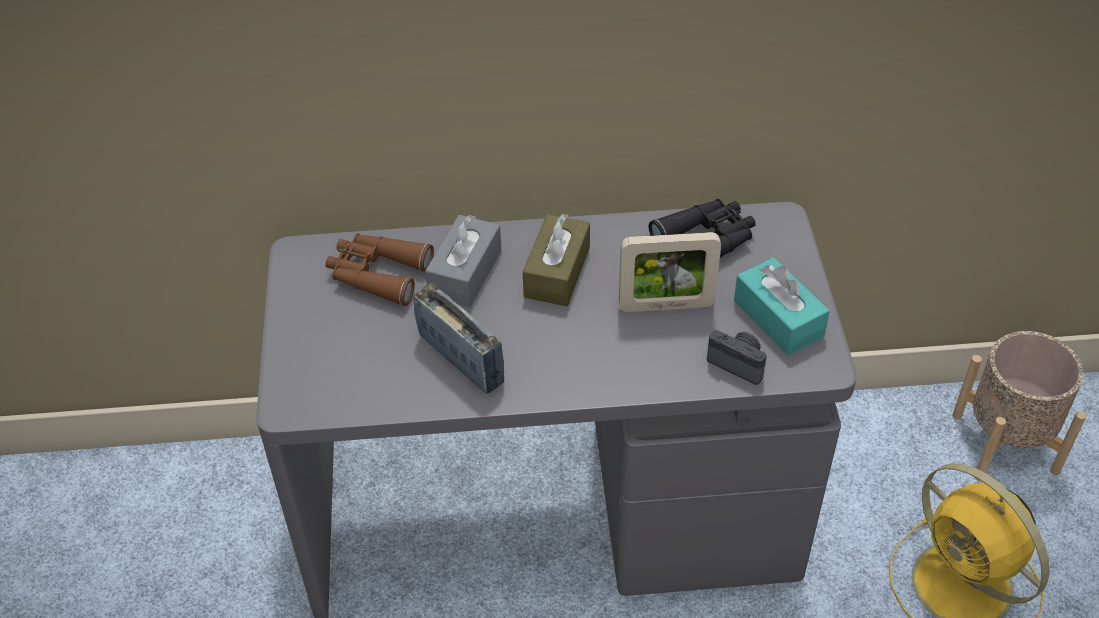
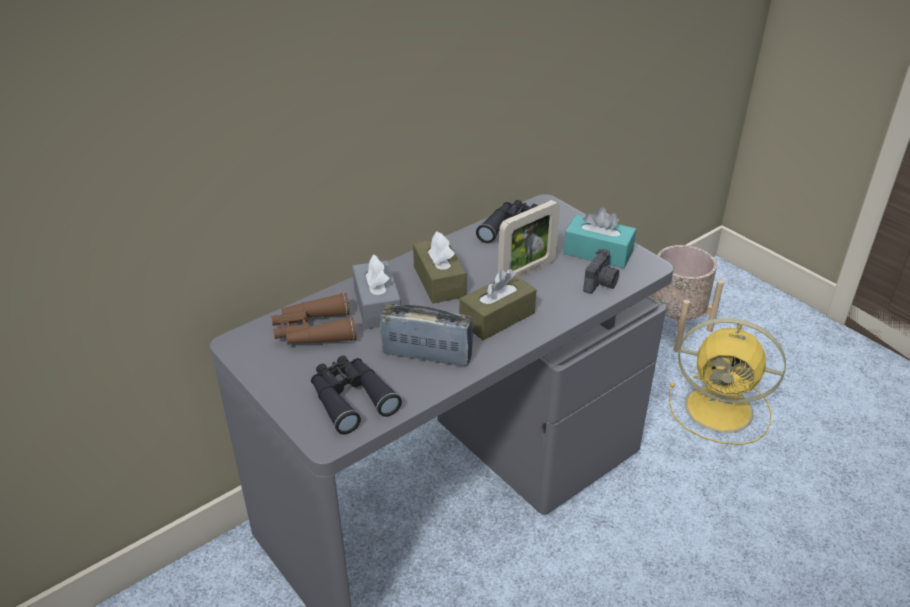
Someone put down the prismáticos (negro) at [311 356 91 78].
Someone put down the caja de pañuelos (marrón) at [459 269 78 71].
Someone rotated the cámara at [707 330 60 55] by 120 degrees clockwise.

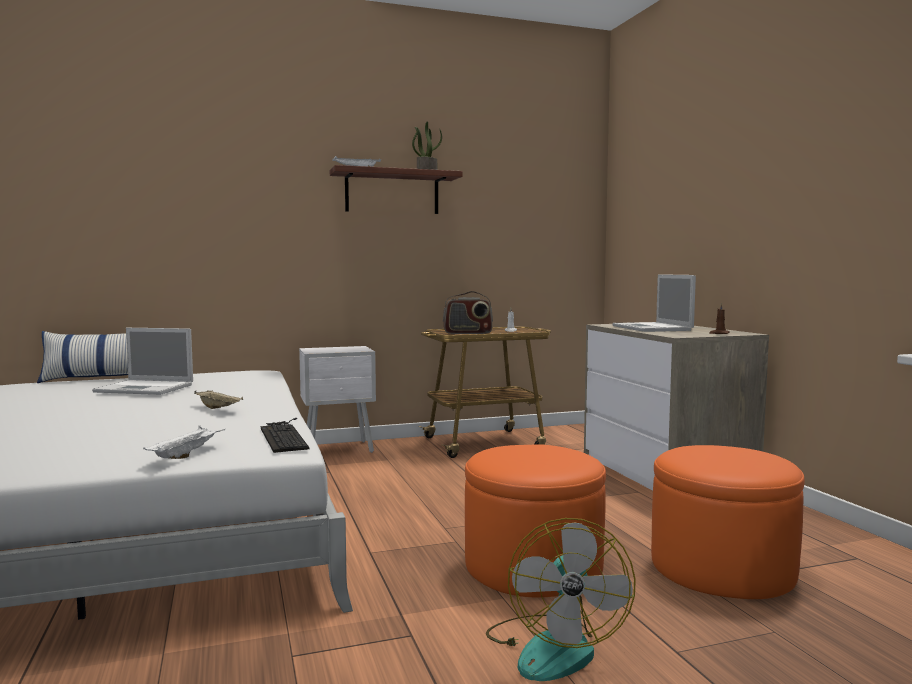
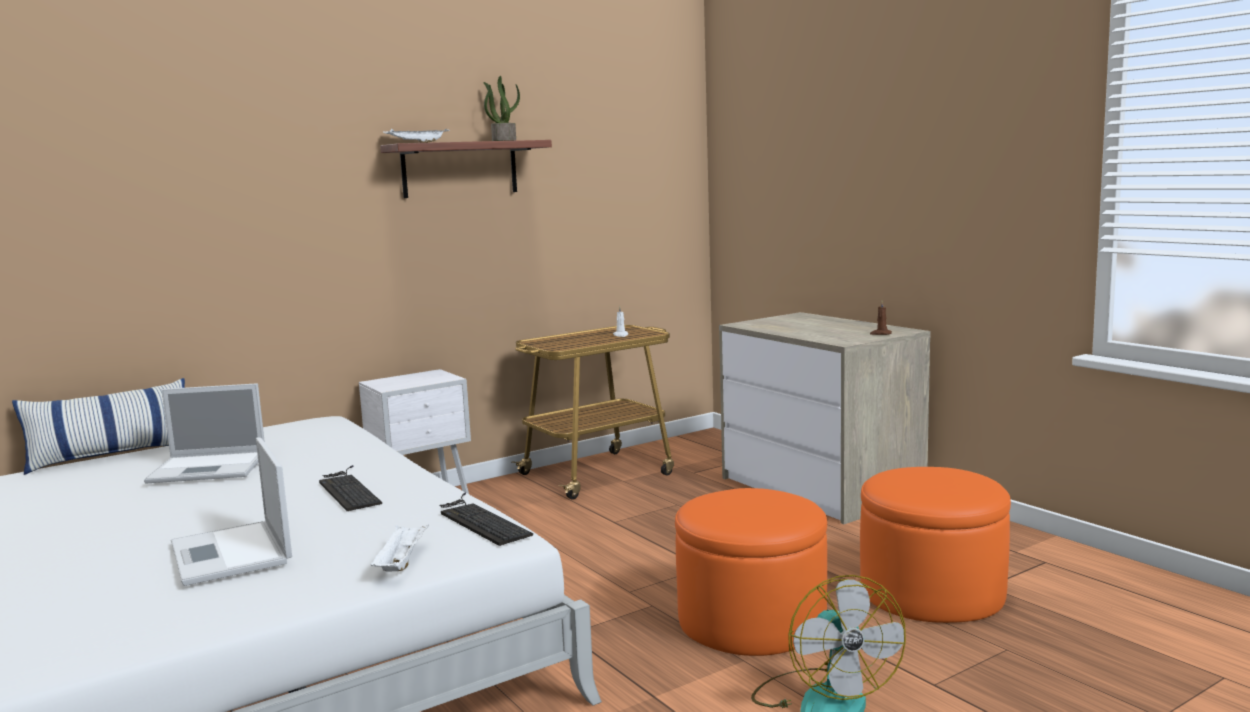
Someone carried the portátil from [612 274 84 58] to [171 437 121 149].
Someone swapped the bandeja (beis) at [194 390 49 19] for the teclado at [319 465 63 46].
Someone took away the radio at [443 291 50 43].

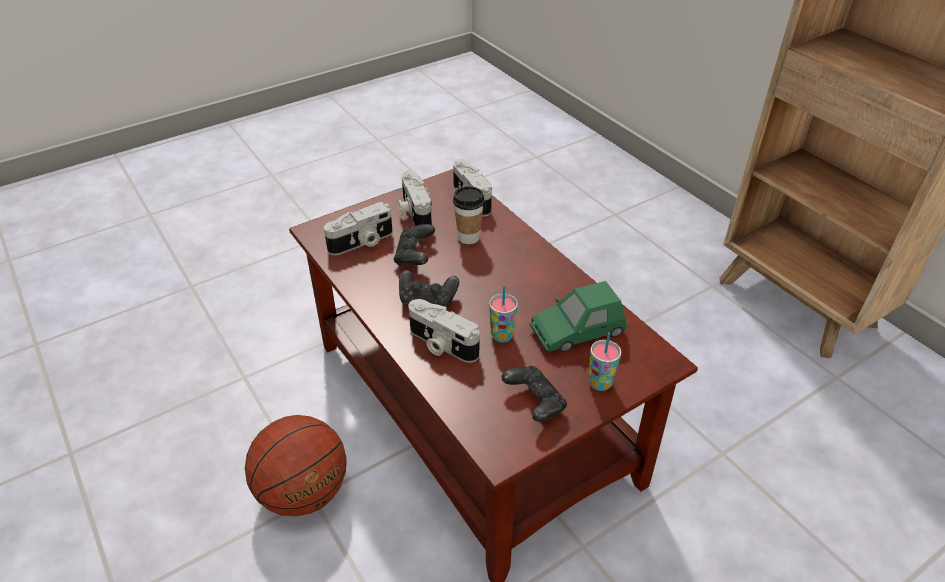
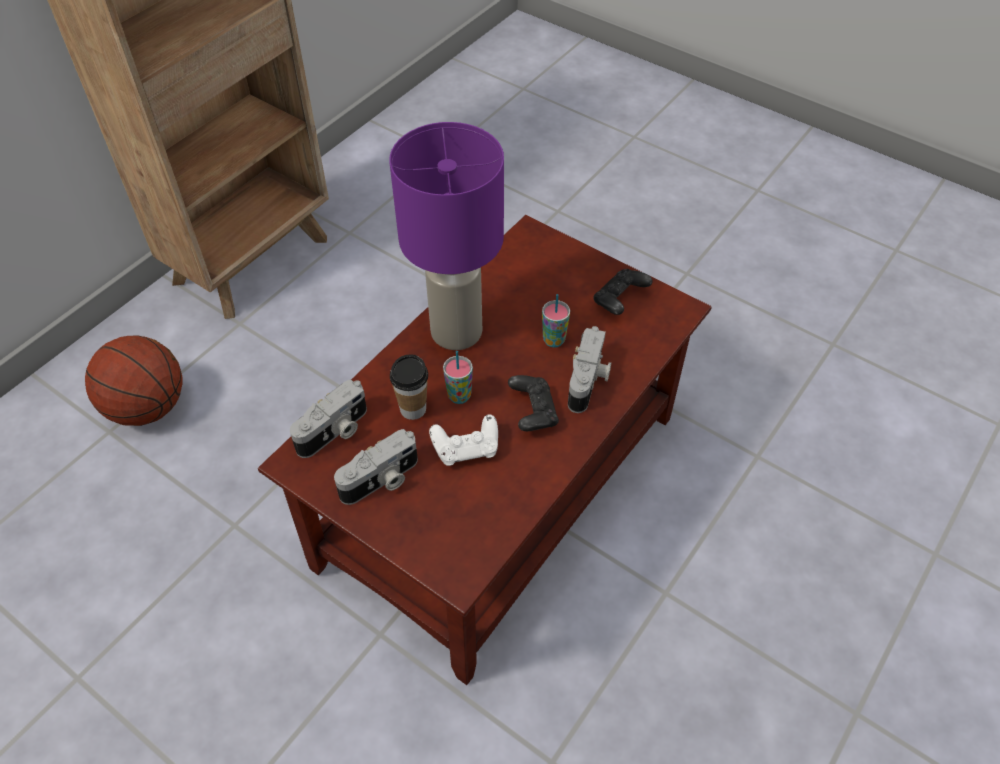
Someone carried the balón de baloncesto from [245 415 102 101] to [85 336 98 90].
Someone put down the lámpara de mesa (morado) at [389 122 115 228].
Someone repainted the mando de consola (negro) at [394 224 41 42], which became the mando de consola (blanco) at [429 414 69 52].
Someone carried the taza from [588 332 34 59] to [443 351 30 53].
Someone took away the cámara at [324 202 69 53].
Someone took away the coche de juguete (verde) at [530 281 97 71].

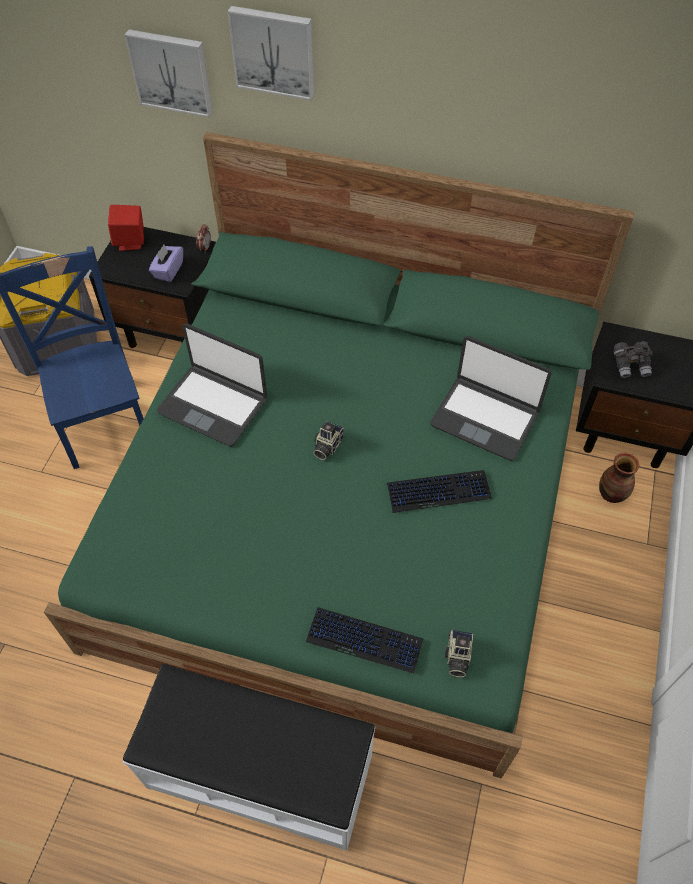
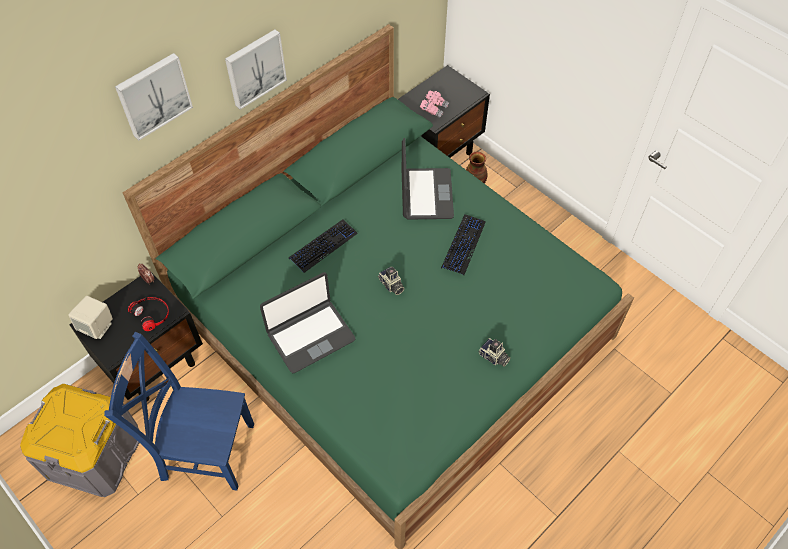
Someone repainted the altavoz (rojo) at [108 205 36 46], which became the altavoz (beis) at [68 296 45 43].
Someone swapped the caja de pañuelos (morado) at [149 245 34 37] for the auriculares at [128 297 41 34].
Someone carried the cuadro from [125 29 88 89] to [225 30 62 80].
Someone carried the teclado from [306 607 117 66] to [289 219 69 54].
Someone rotated the portátil at [430 336 121 125] by 60 degrees counterclockwise.
Someone repainted the prismáticos (gris) at [613 341 40 37], which became the prismáticos (rosa) at [420 90 29 28].
Someone carried the cámara from [445 630 28 47] to [478 338 33 29].
Someone took away the banco (blanco) at [123 664 252 187].

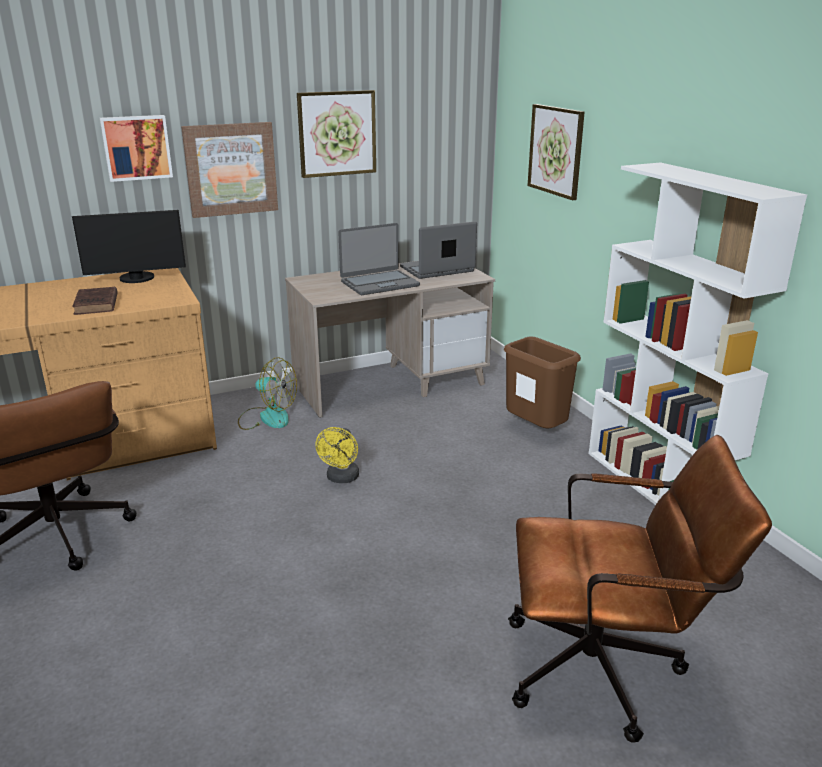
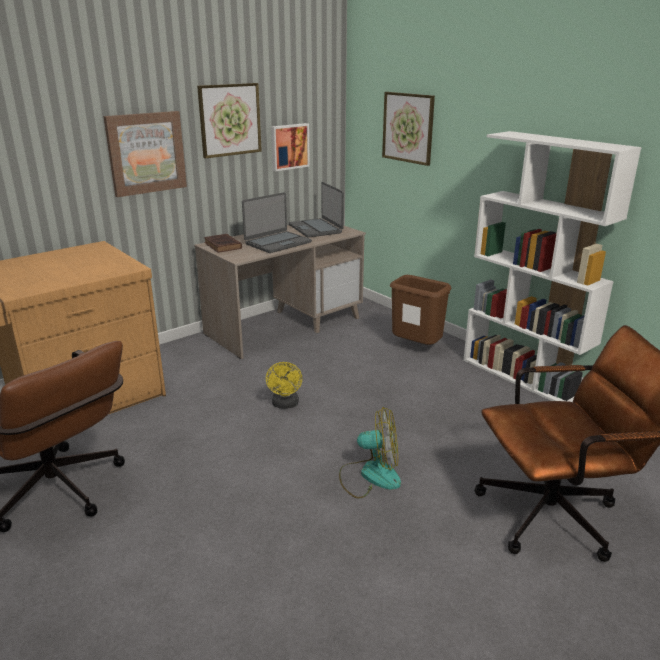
Someone carried the libro (marrón) from [72 287 46 28] to [204 234 38 19].
Someone carried the cuadro from [100 115 73 67] to [271 123 39 48].
Someone rotated the portátil at [400 221 77 58] by 75 degrees counterclockwise.
Someone carried the ventilador from [238 357 59 73] to [339 407 62 92].
Someone took away the monitor at [72 210 114 73].

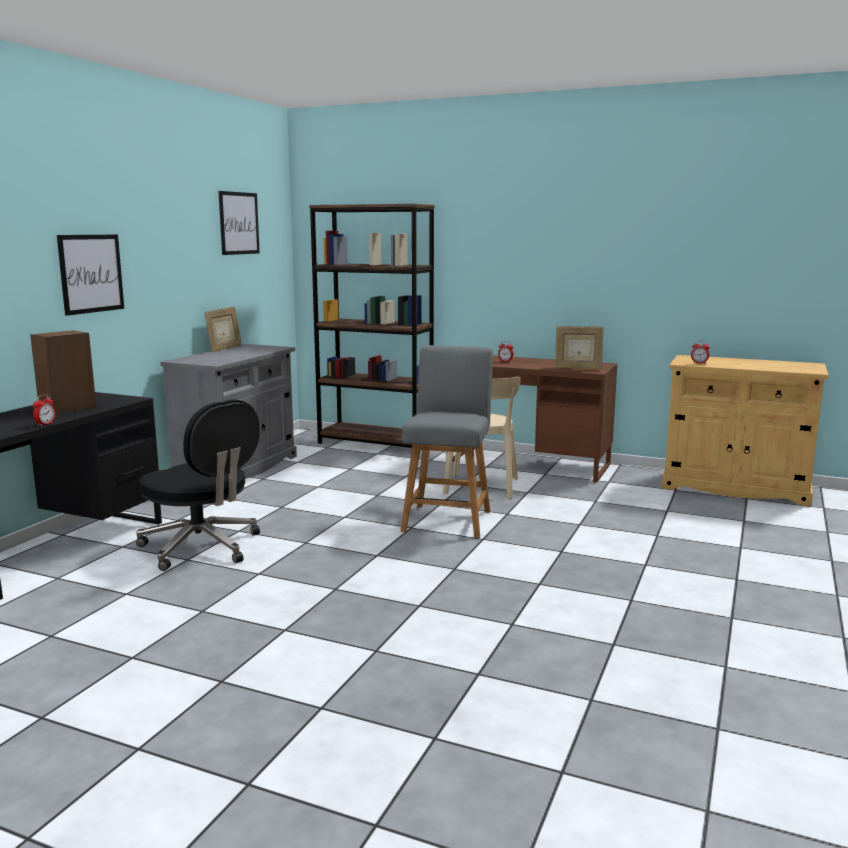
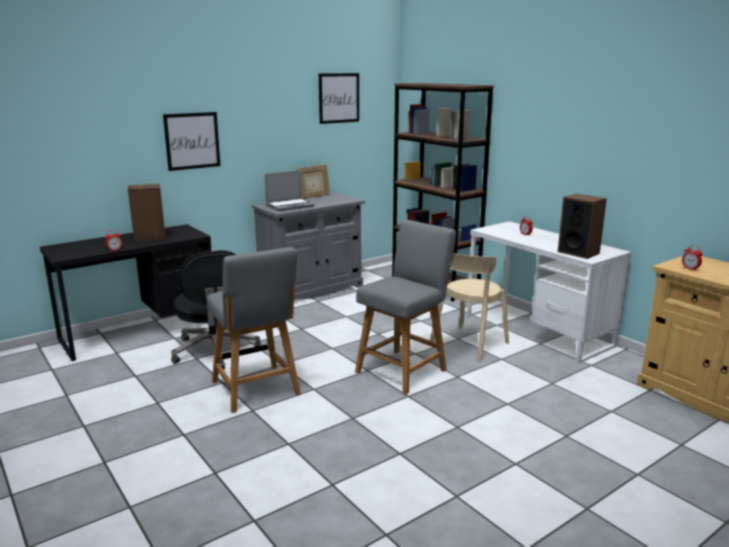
Someone put down the silla (gris) at [207 247 94 166].
Someone put down the portátil at [264 170 51 41].
Someone repainted the escritorio (marrón) at [446 356 171 127], which became the escritorio (blanco) at [467 221 164 142].
Someone swapped the portarretratos at [555 326 49 43] for the altavoz at [558 194 49 65].

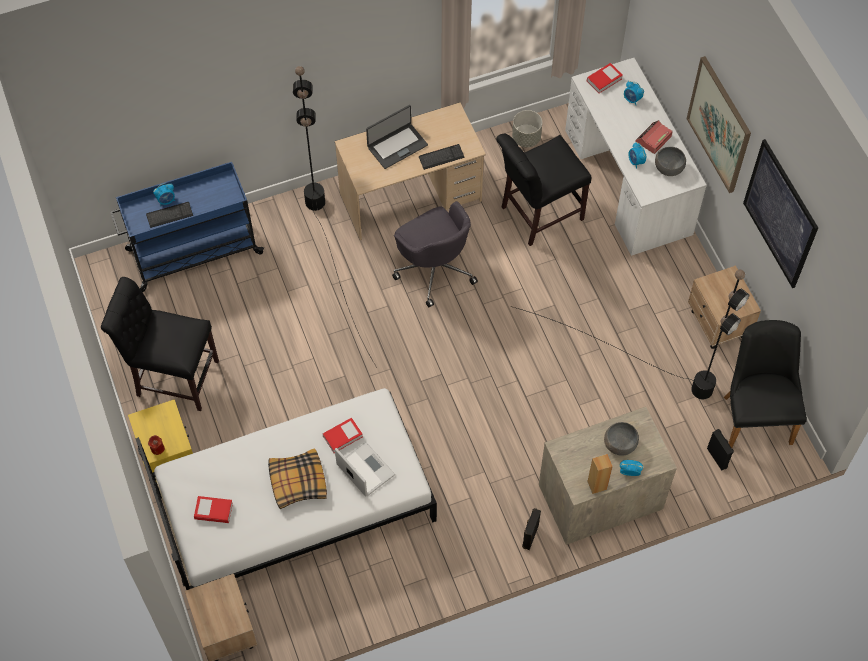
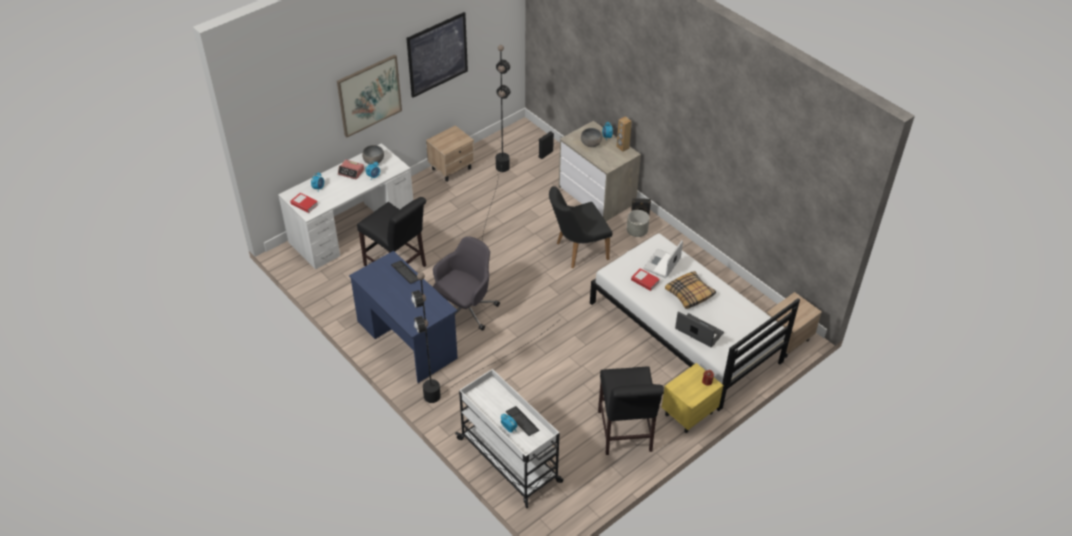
Someone repainted the escritorio (beis) at [335 102 151 138], which became the escritorio (azul) at [349 251 109 132].
Someone repainted the carrito (azul) at [110 162 154 130], which became the carrito (blanco) at [455 369 108 139].
Someone carried the silla (negro) from [724 320 83 128] to [549 186 63 83].
Someone carried the maceta (gris) from [512 110 30 37] to [627 210 22 27].
Someone carried the portátil from [366 105 62 64] to [675 311 49 36].
Someone took away the libro at [194 496 39 27].

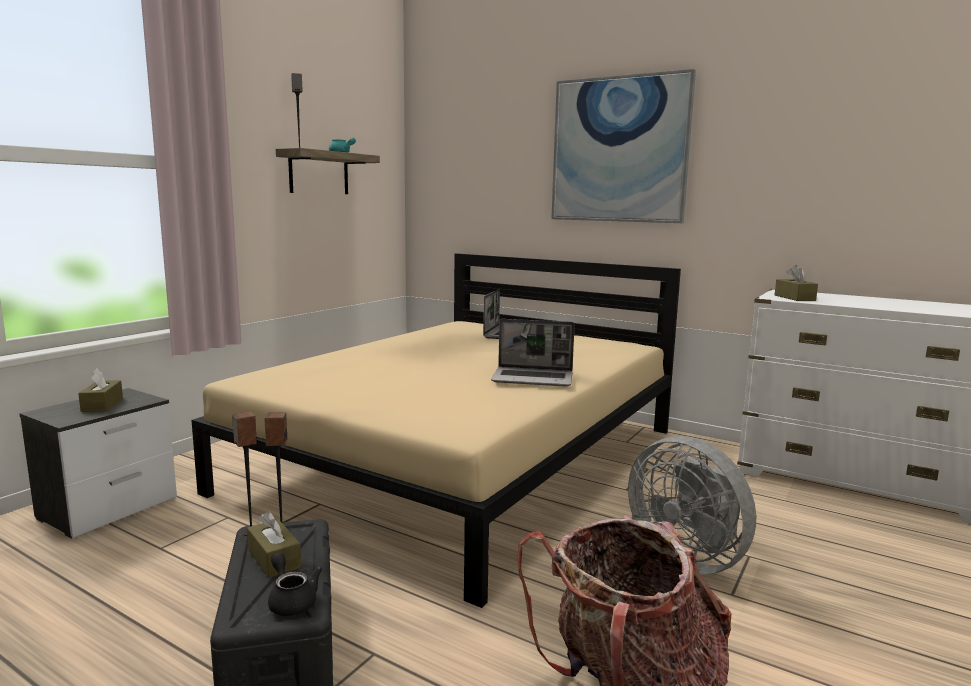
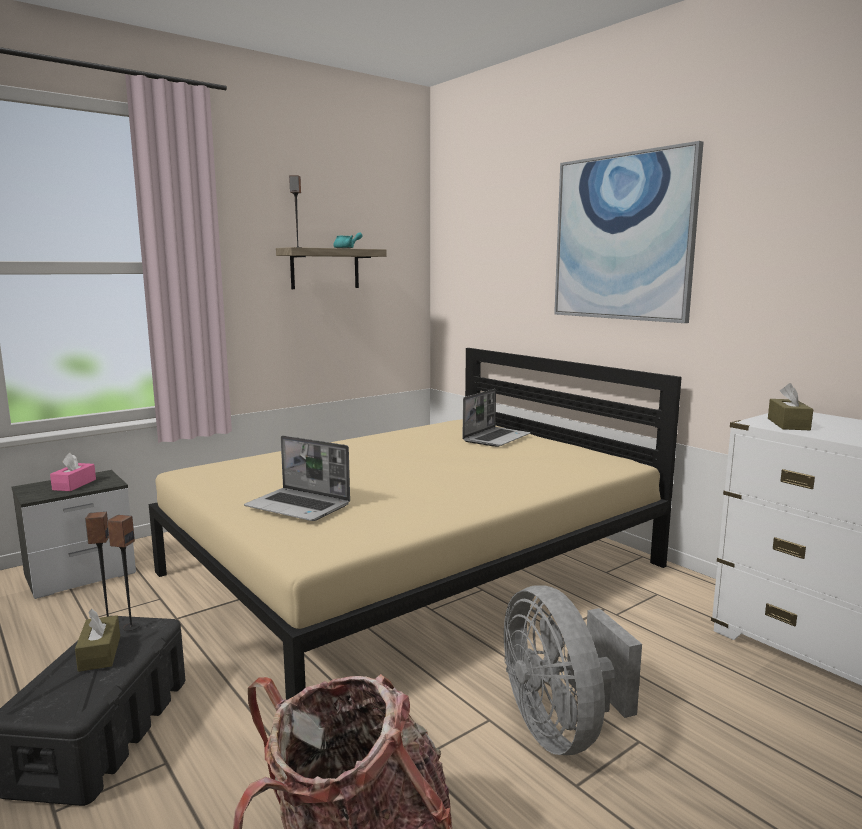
Someone repainted the caja de pañuelos (marrón) at [78 368 45 44], which became the caja de pañuelos (rosa) at [50 453 46 38].
Someone carried the portátil from [491 319 84 68] to [244 436 106 85].
Someone took away the tetera (negro) at [268 552 54 64].

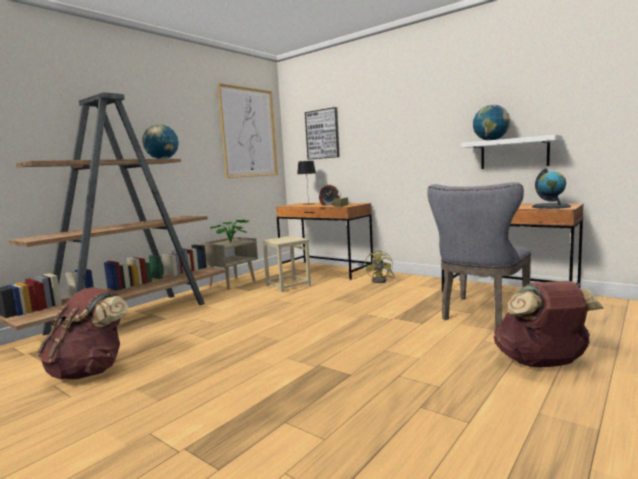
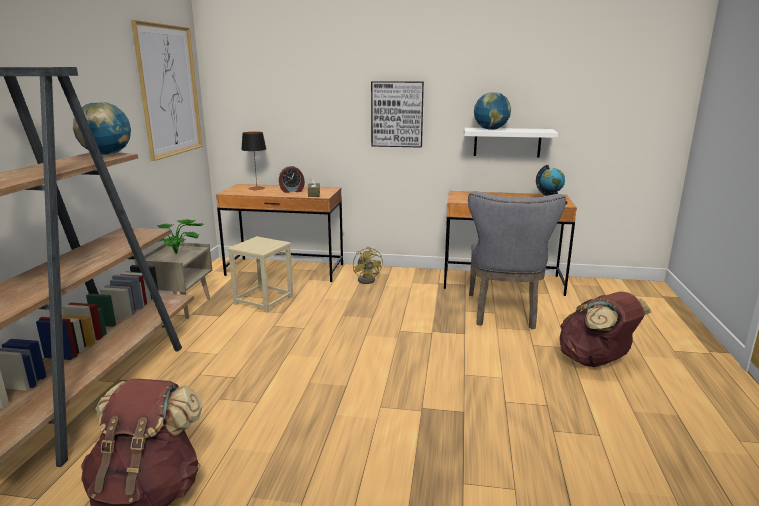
Someone carried the cuadro from [305 107 35 53] to [371 81 53 67].

